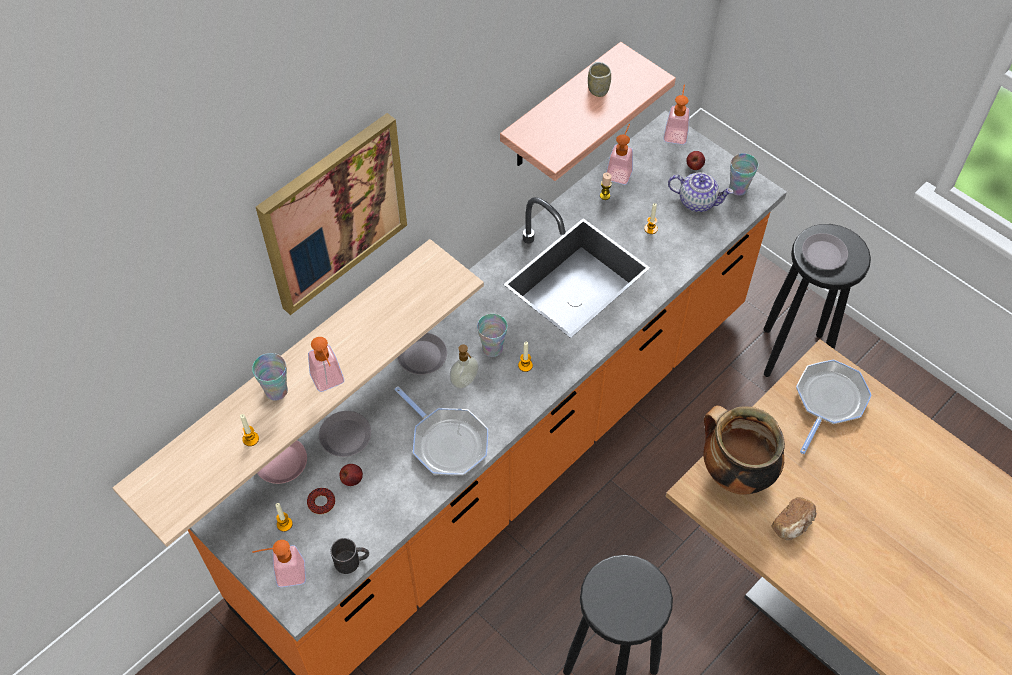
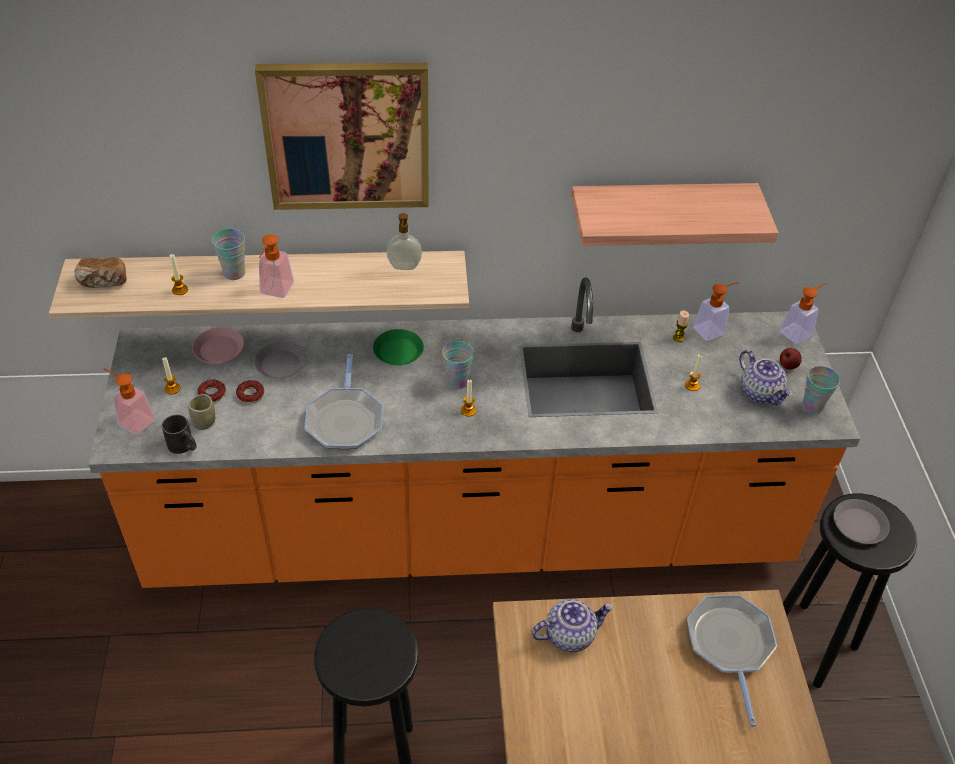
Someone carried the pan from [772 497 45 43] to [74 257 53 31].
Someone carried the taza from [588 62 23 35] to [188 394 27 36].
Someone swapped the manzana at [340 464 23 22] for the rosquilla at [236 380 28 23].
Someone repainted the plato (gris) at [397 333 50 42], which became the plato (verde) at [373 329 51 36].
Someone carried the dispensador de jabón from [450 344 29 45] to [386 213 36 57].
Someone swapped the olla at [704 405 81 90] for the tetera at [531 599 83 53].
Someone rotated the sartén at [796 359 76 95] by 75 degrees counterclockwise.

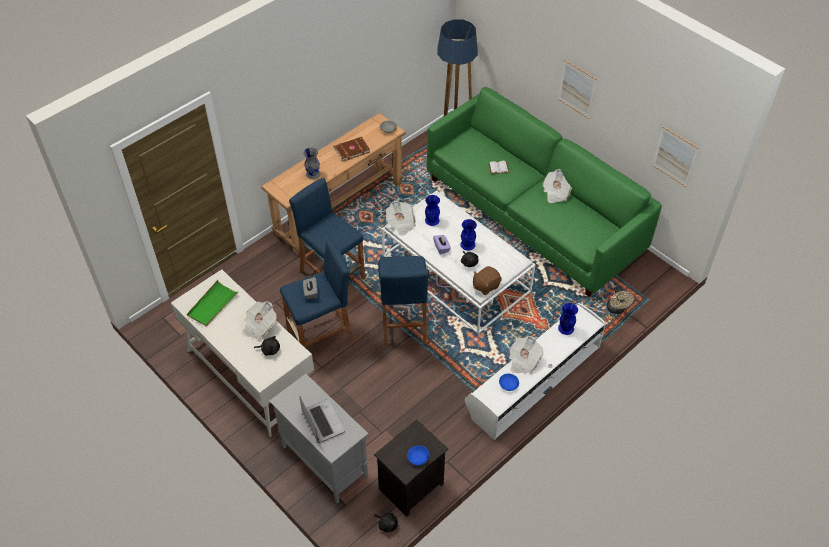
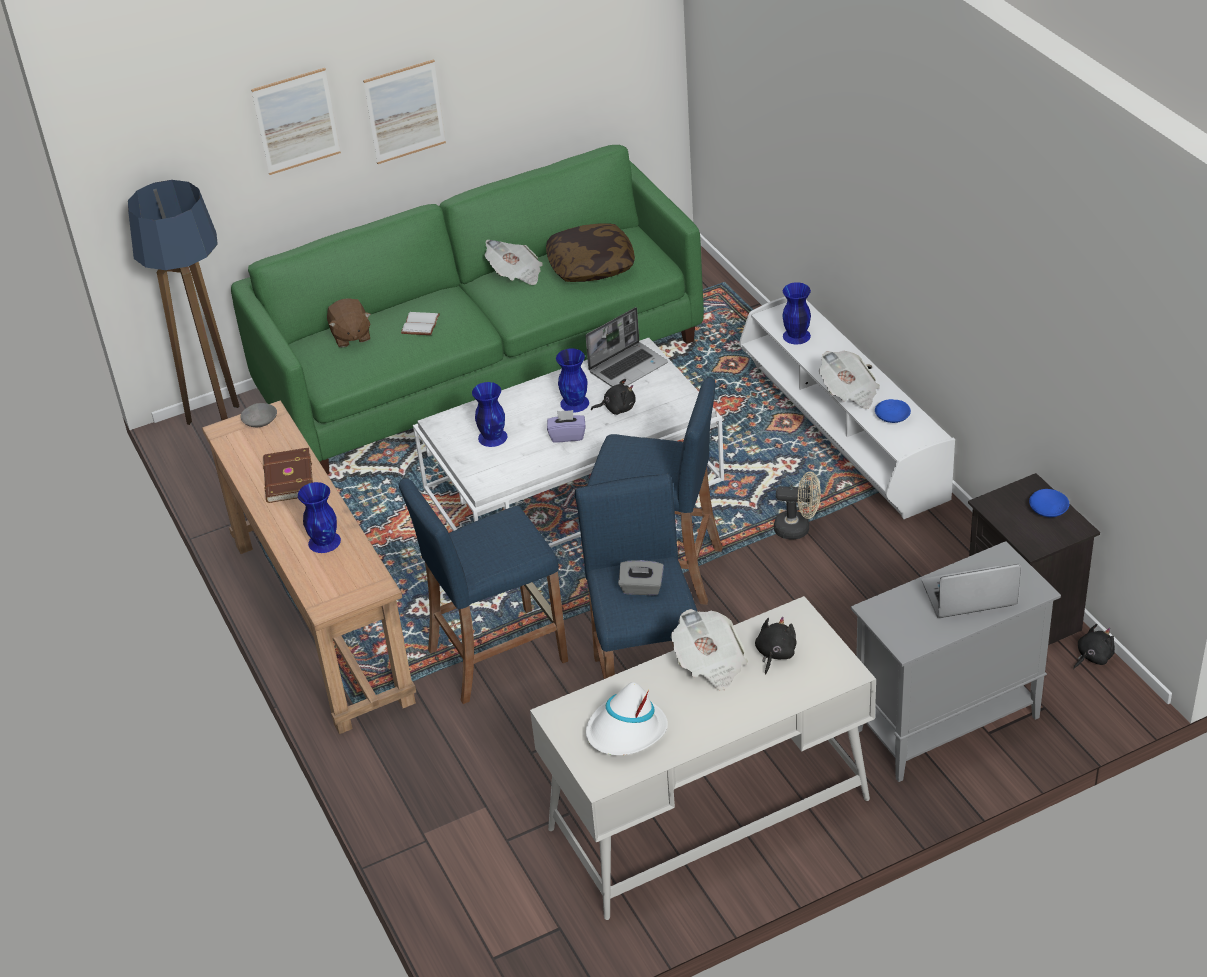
Someone carried the cuadro from [652 126 47 61] to [251 68 90 107].
Someone repainted the florero (gris) at [303 148 18 31], which became the florero (azul) at [298 482 43 71].
Someone carried the peluche (marrón) from [473 266 29 29] to [327 298 44 50].
Someone put down the cojín at [546 223 89 59].
Someone put down the portátil at [586 307 82 80].
Someone swapped the bandeja (verde) at [187 280 52 47] for the sombrero (blanco) at [586 682 82 73].
Someone carried the ventilador (beis) from [607 286 27 28] to [774 472 47 67].
Someone took away the periódico at [386 200 30 36].

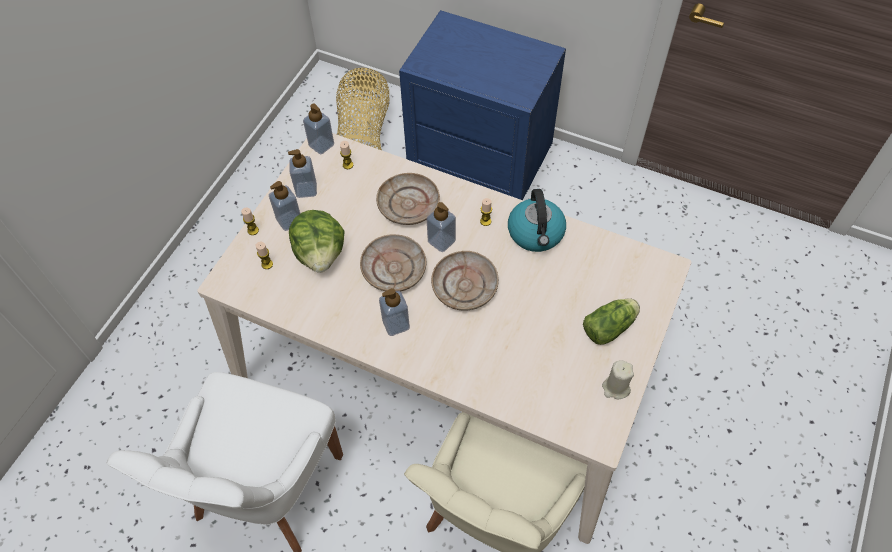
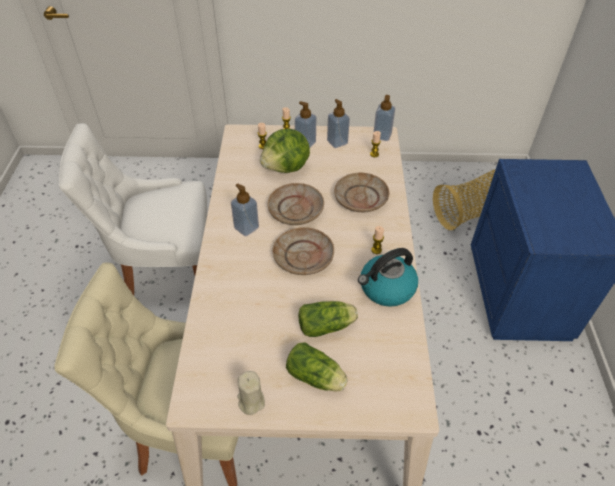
Someone put down the lechuga at [298 301 60 36].
Someone took away the dispensador de jabón at [427 202 29 50].

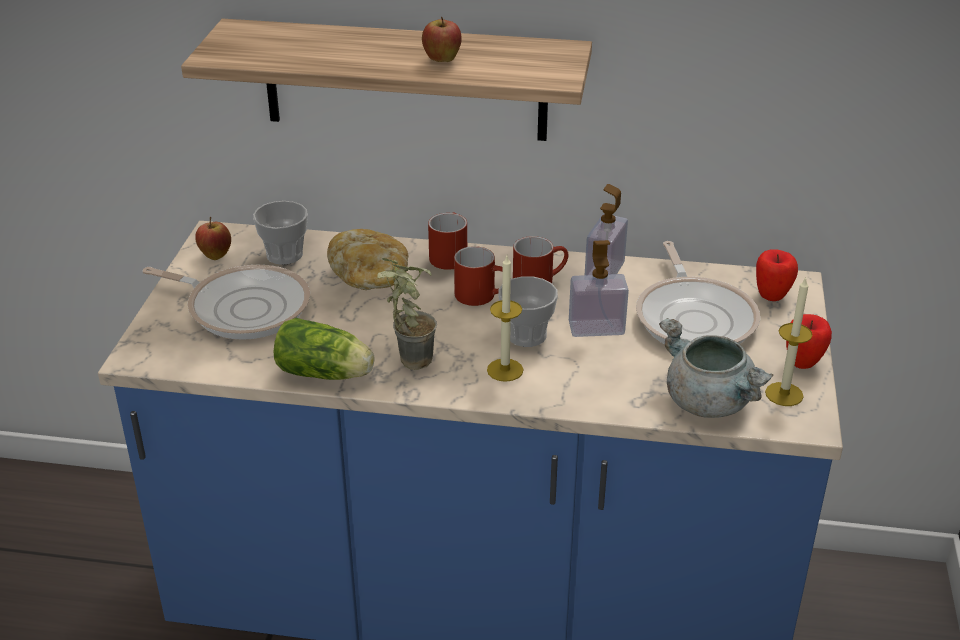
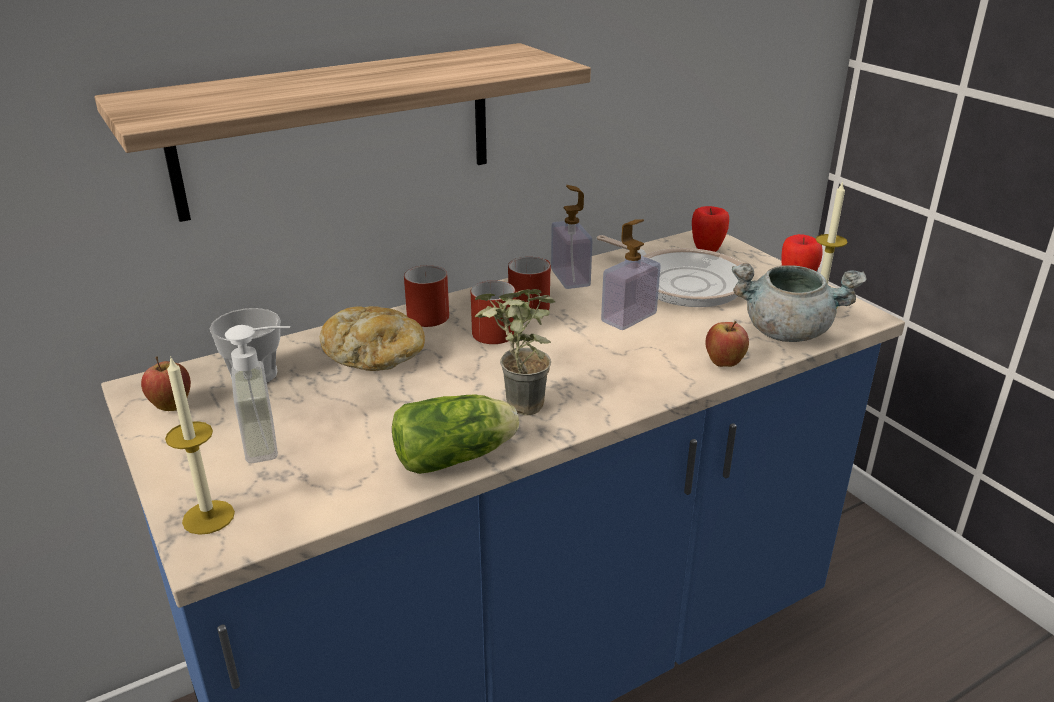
Someone carried the vela from [487 256 36 126] to [165 356 70 179].
Someone swapped the sartén at [143 265 167 75] for the dispensador de jabón at [225 325 65 139].
Someone carried the manzana from [422 17 40 45] to [705 321 44 46].
Someone took away the taza at [498 276 60 71].

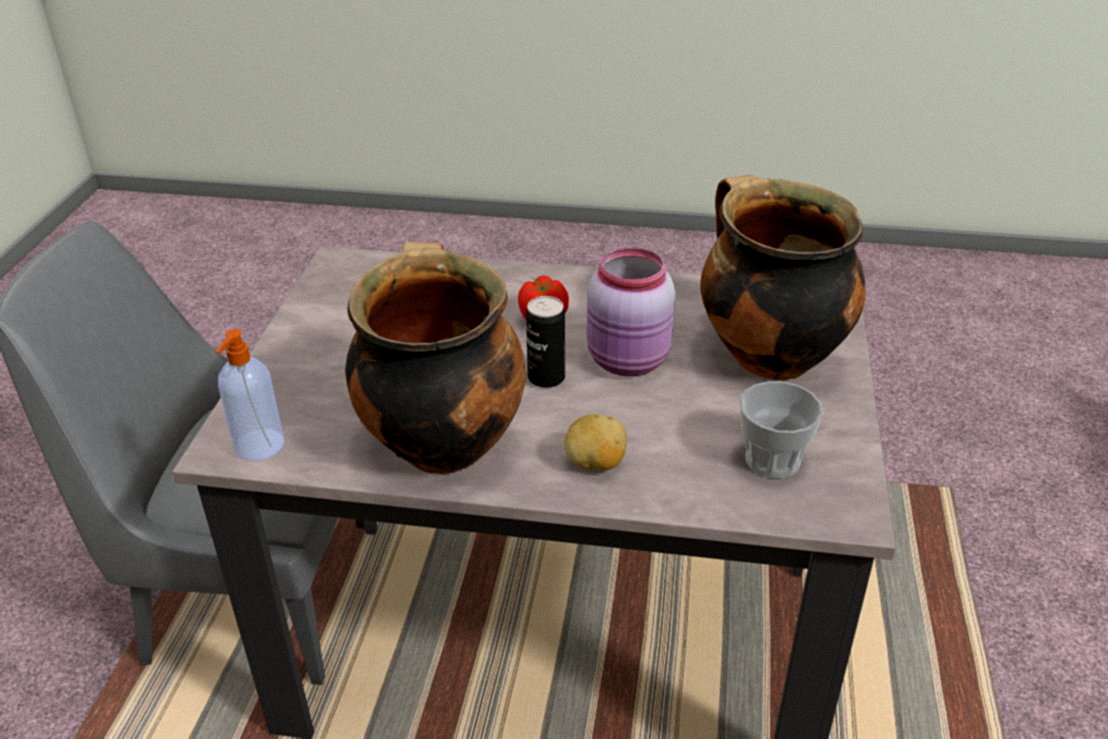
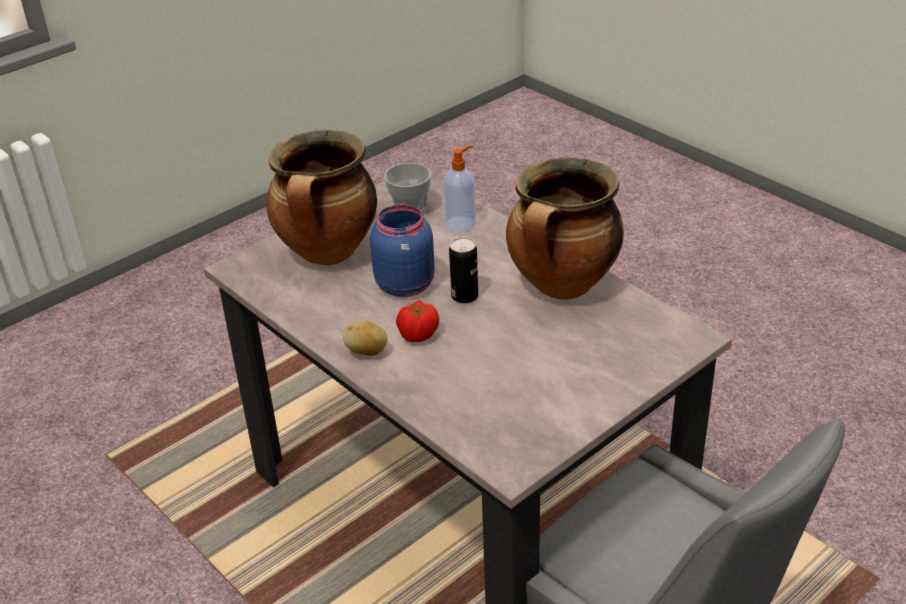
Someone carried the patata from [564 414 63 56] to [343 321 44 35].
Someone repainted the tarro (rosa) at [587 247 88 129], which became the tarro (azul) at [370 205 65 92].
Someone carried the dispensador de jabón from [216 329 68 131] to [444 145 32 87].

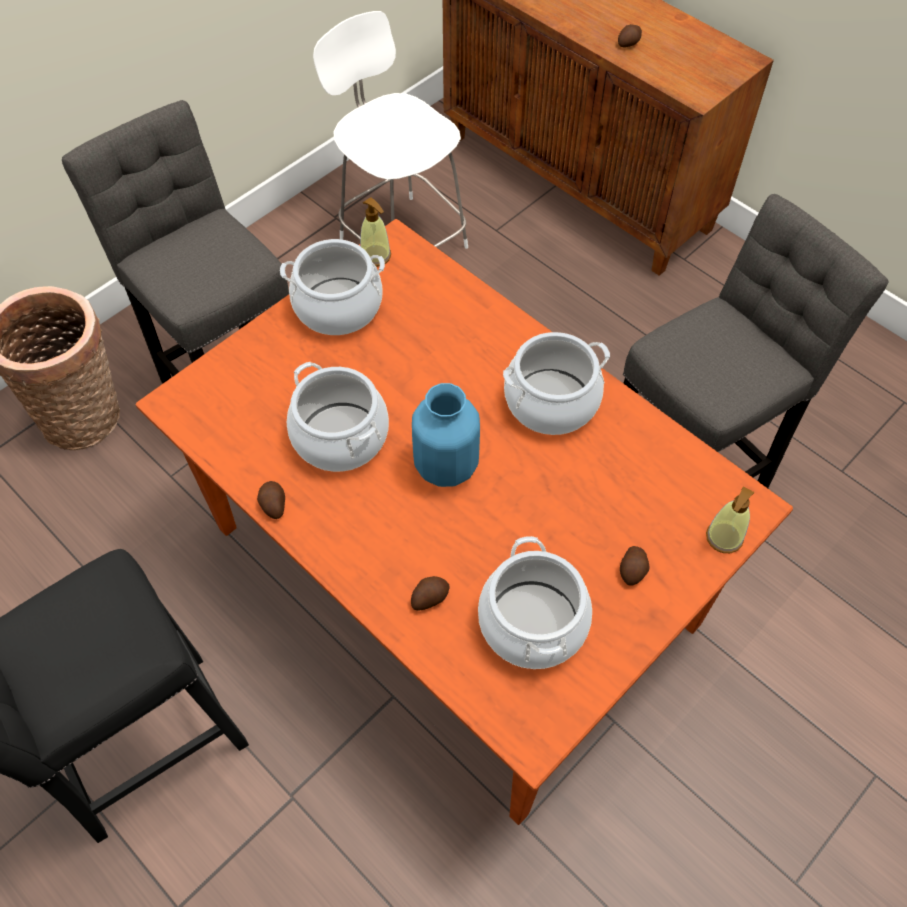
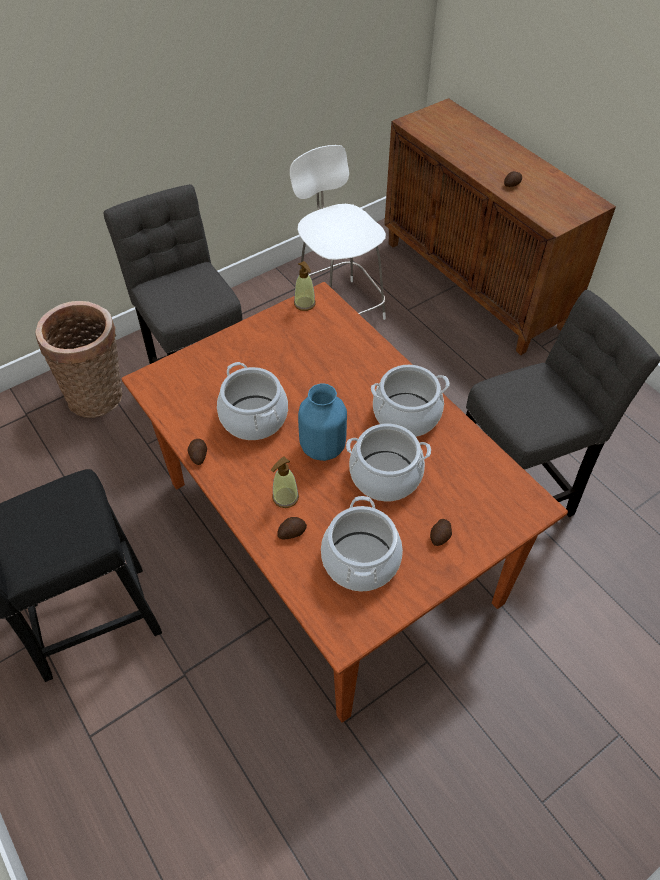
Someone carried the dispensador de jabón from [706 486 48 67] to [271 456 28 52].
Someone carried the olla from [280 239 105 96] to [346 424 85 77].

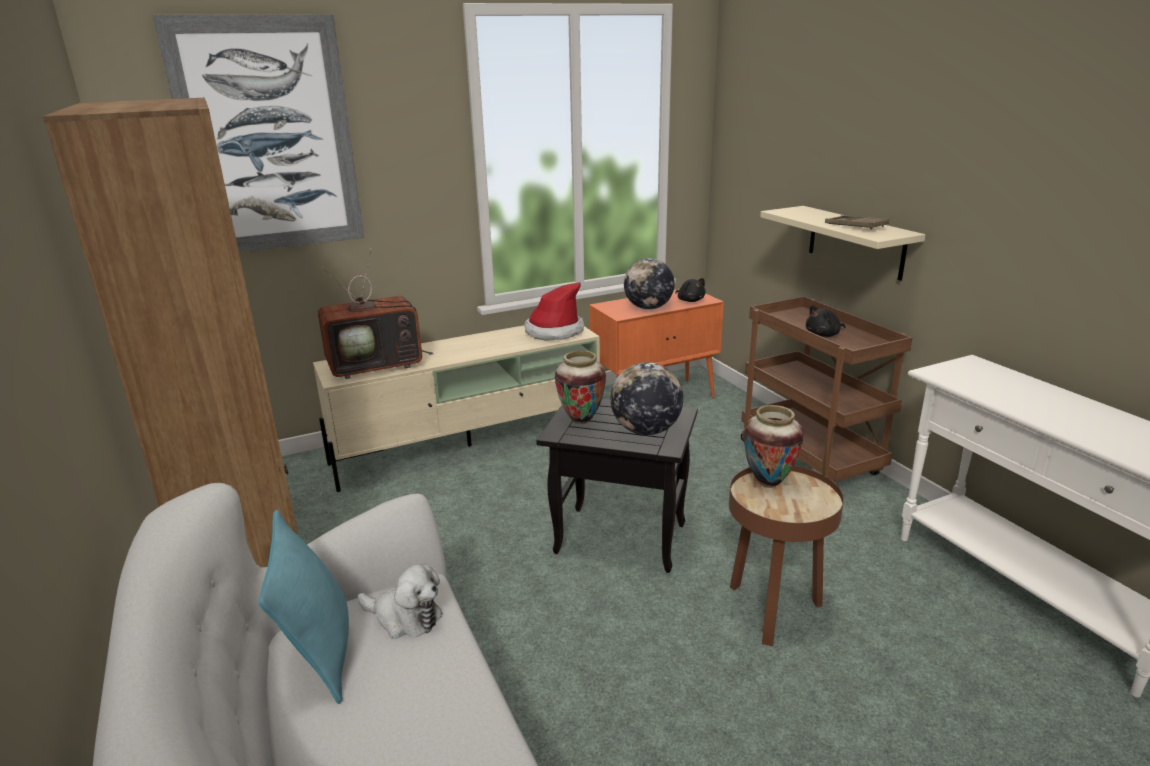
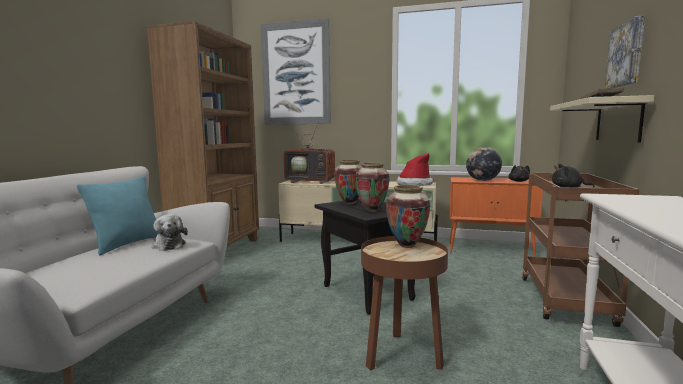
Someone swapped the globo terráqueo at [611 362 72 73] for the florero at [355 163 35 49].
Someone put up the cuadro at [605 15 40 74].

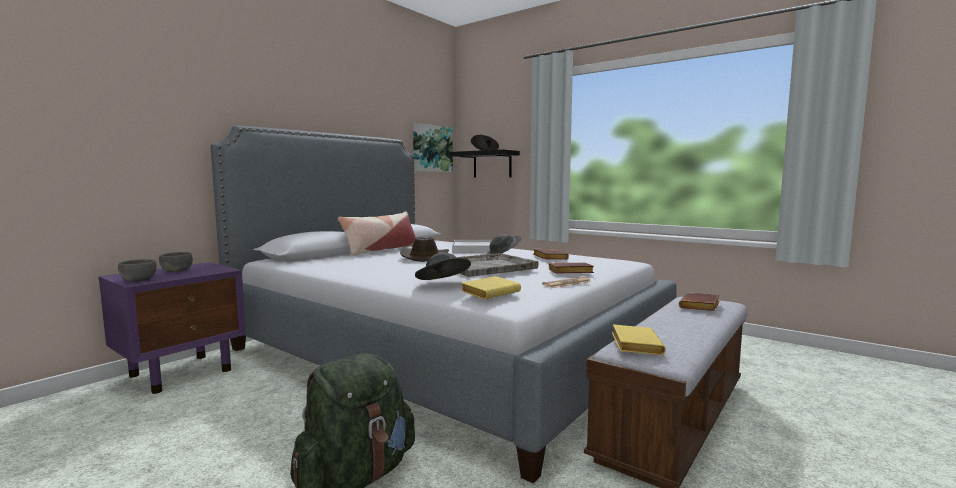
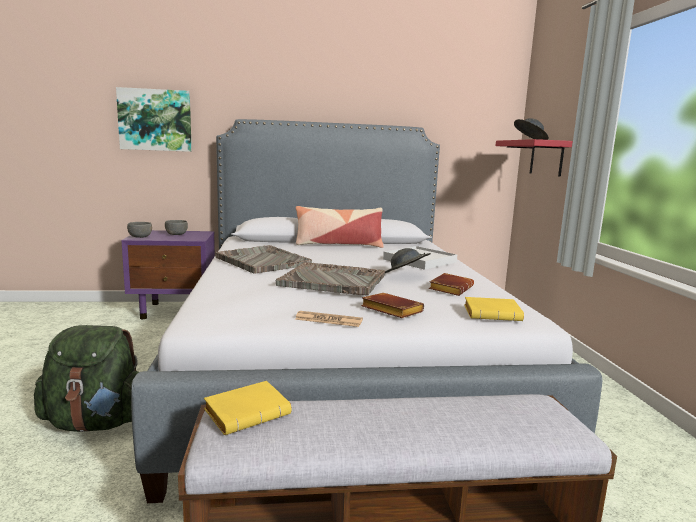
Someone carried the cuadro from [413 123 40 49] to [116 87 76 65].
Someone put down the bandeja (gris) at [215 245 97 29].
Someone carried the libro (amarillo) from [461 276 60 23] to [464 297 60 24].
Someone repainted the estante (negro) at [450 149 70 28], which became the estante (rojo) at [495 139 78 38].
Someone took away the sombrero (marrón) at [400 237 49 25].
Someone took away the sombrero (gris) at [415 252 56 28].
Someone took away the libro (marrón) at [679 292 41 19].

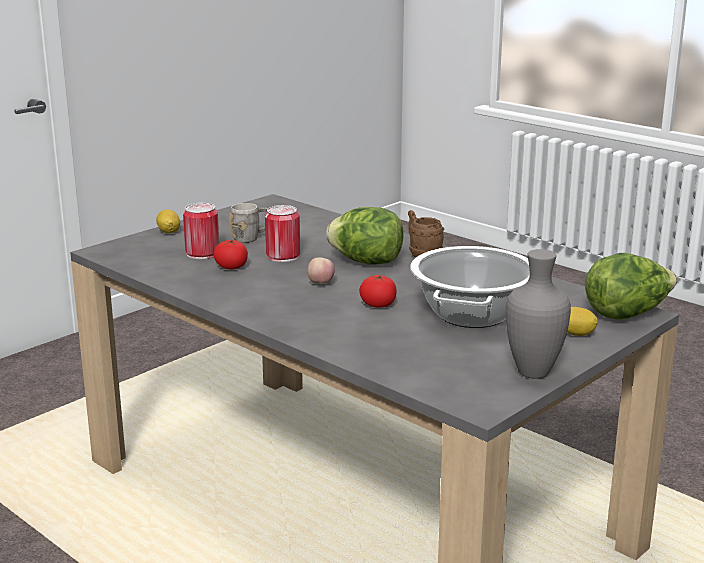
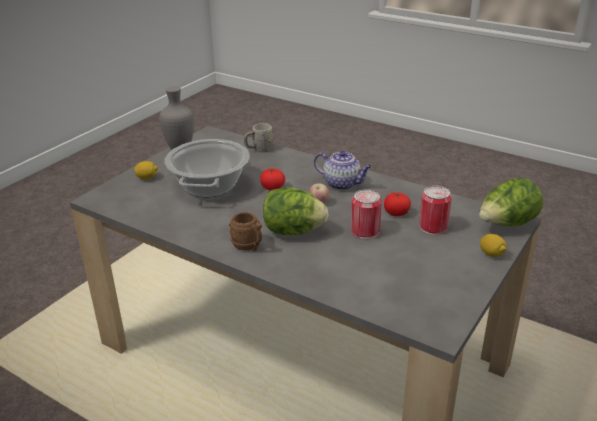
Someone carried the taza grande (gris) from [229 203 39 40] to [244 123 29 29].
Someone put down the tetera at [314 151 58 39].
Someone carried the lechuga from [585 253 93 67] to [479 178 64 48].

